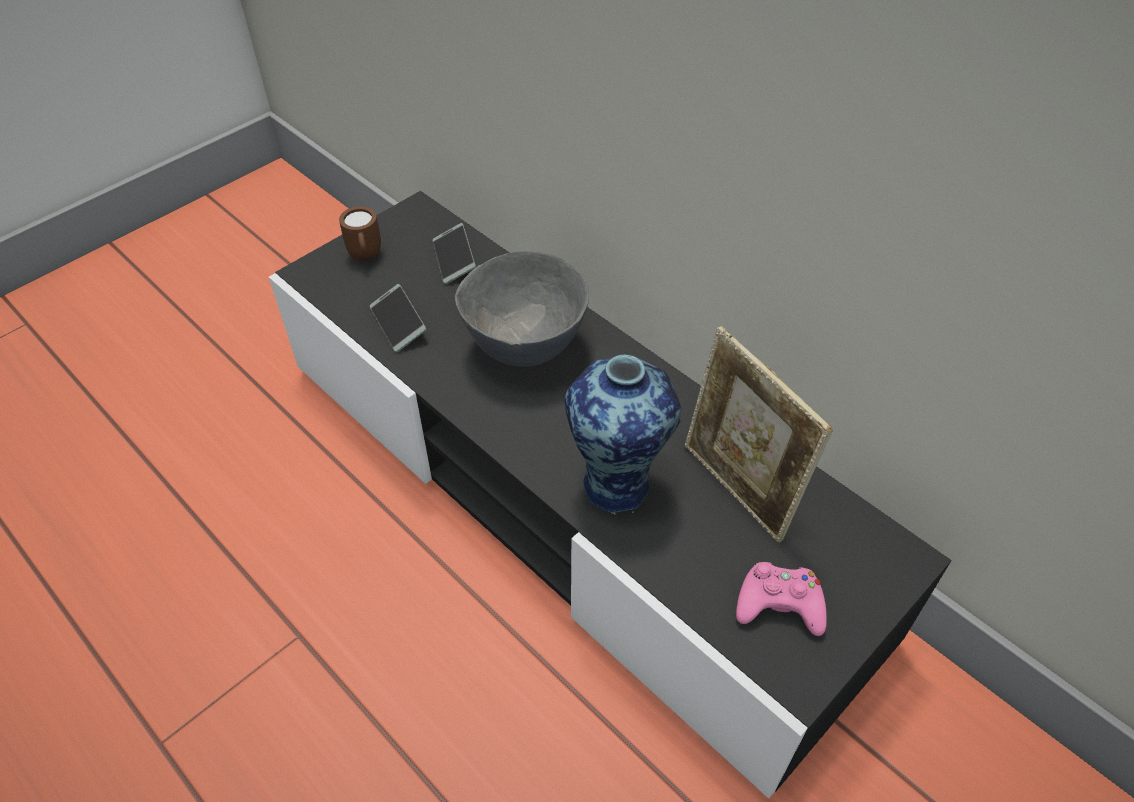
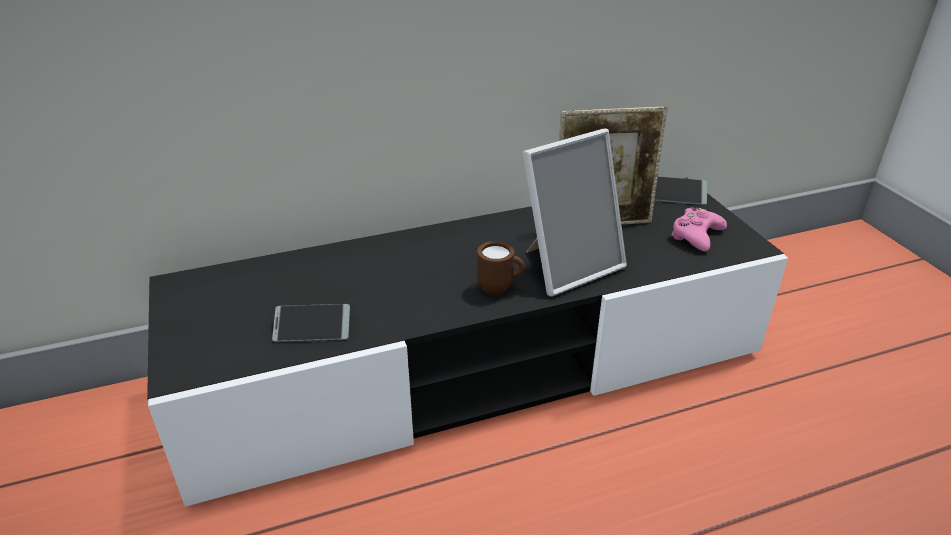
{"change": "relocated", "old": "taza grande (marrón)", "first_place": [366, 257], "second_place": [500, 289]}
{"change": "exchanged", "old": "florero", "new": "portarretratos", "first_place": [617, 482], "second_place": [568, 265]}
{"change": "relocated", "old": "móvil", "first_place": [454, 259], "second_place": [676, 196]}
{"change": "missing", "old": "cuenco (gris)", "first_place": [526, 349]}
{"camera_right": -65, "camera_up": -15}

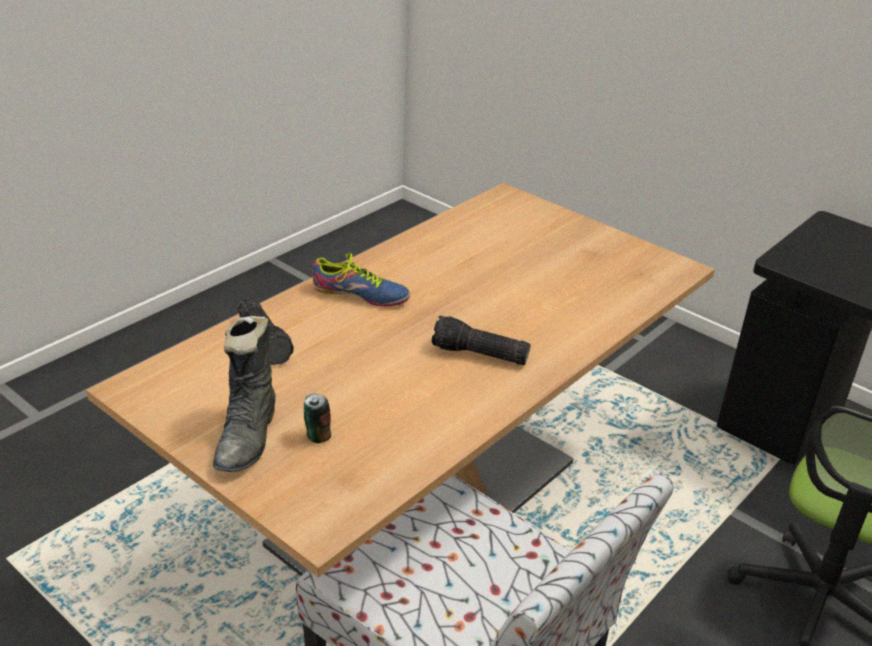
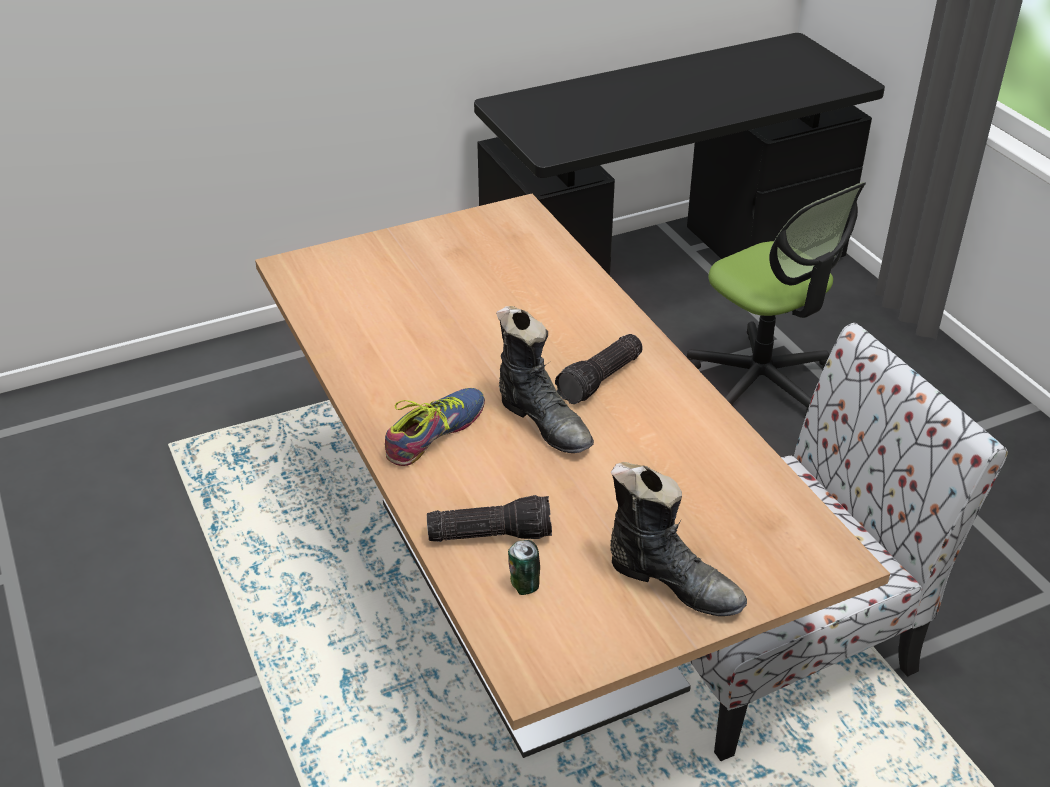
{"change": "appeared", "new": "bota (negro)", "second_place": [544, 423]}
{"change": "relocated", "old": "lata", "first_place": [317, 436], "second_place": [524, 586]}
{"camera_right": -65, "camera_up": 5}

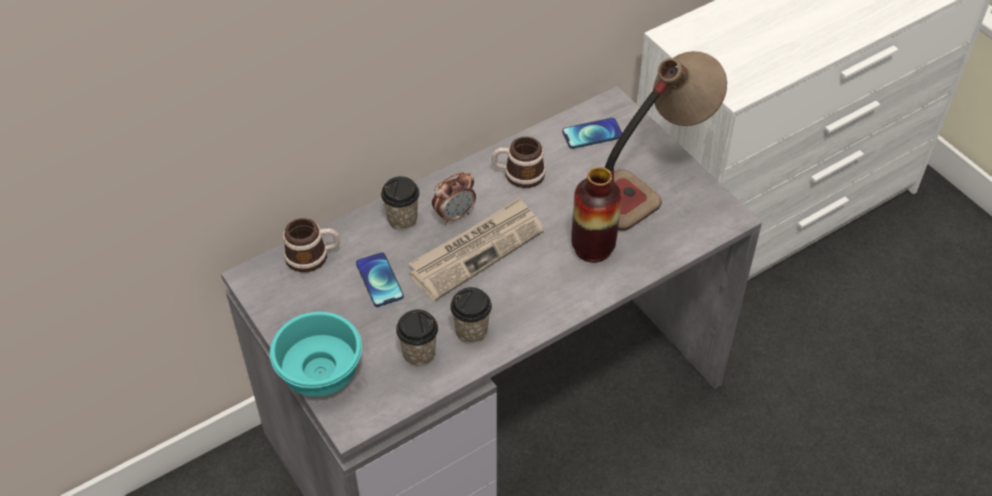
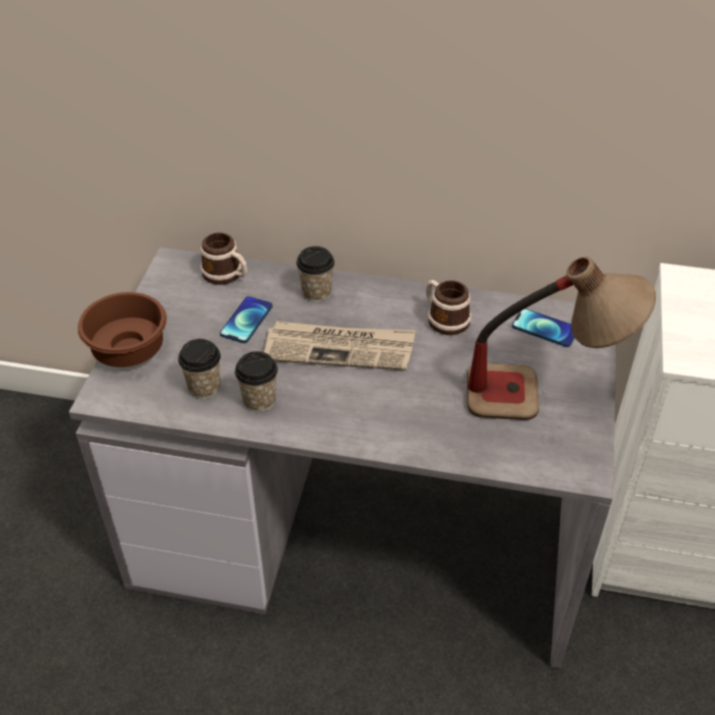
{"change": "colour", "old": "cuenco (turquesa)", "new": "cuenco (marrón)", "first_place": [323, 372], "second_place": [131, 351]}
{"change": "missing", "old": "despertador", "first_place": [454, 215]}
{"change": "missing", "old": "florero", "first_place": [593, 248]}
{"camera_right": 45, "camera_up": -5}

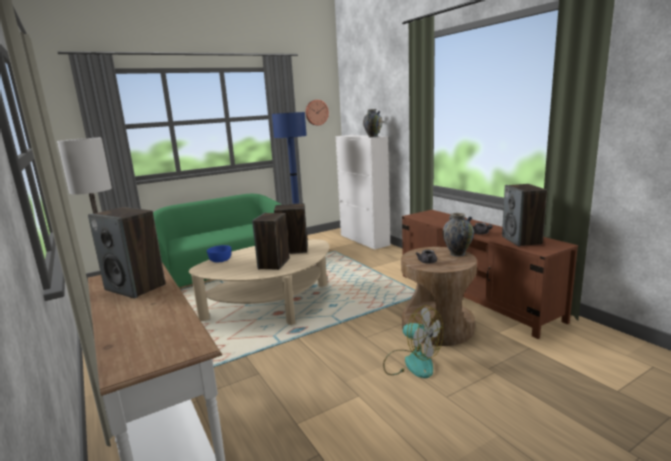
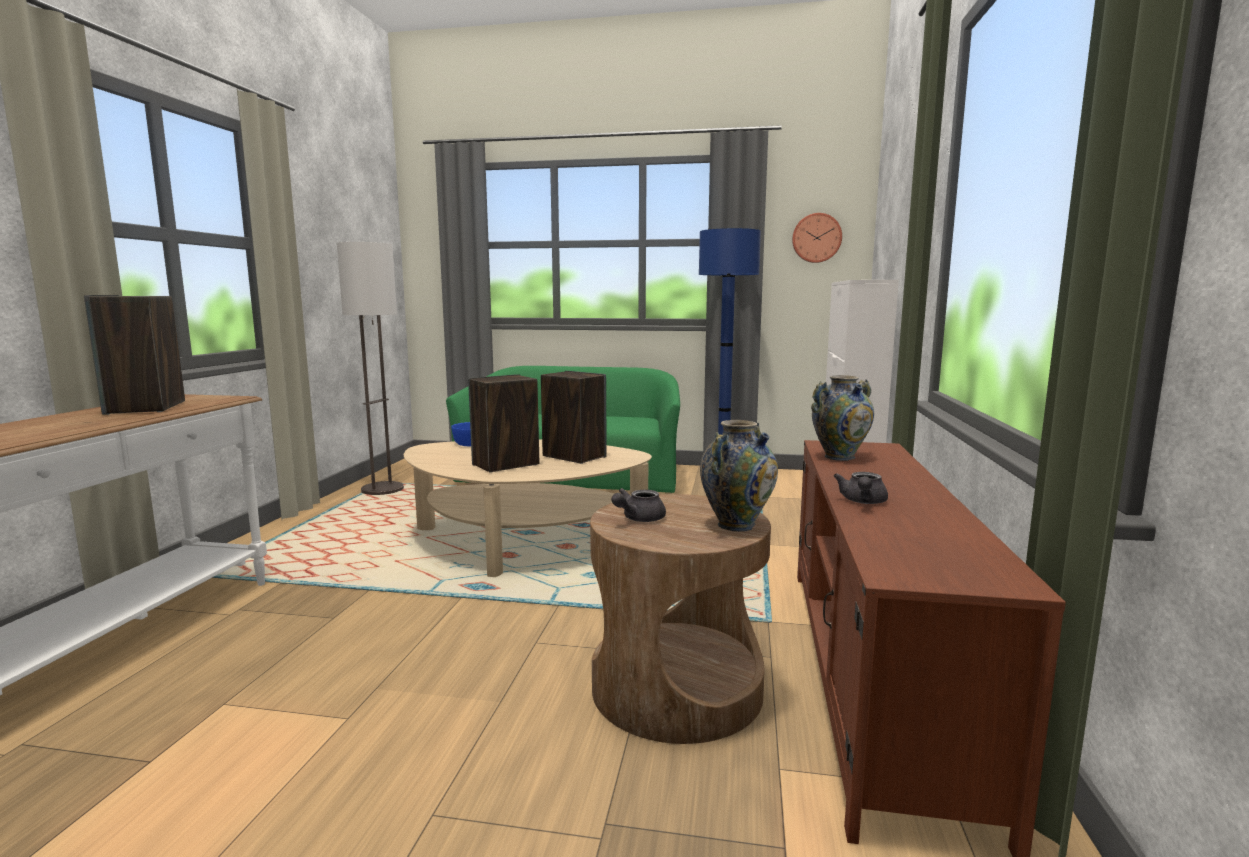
{"change": "relocated", "old": "florero", "first_place": [373, 137], "second_place": [839, 457]}
{"change": "missing", "old": "ventilador", "first_place": [411, 363]}
{"change": "missing", "old": "altavoz", "first_place": [522, 240]}
{"camera_right": 40, "camera_up": -5}

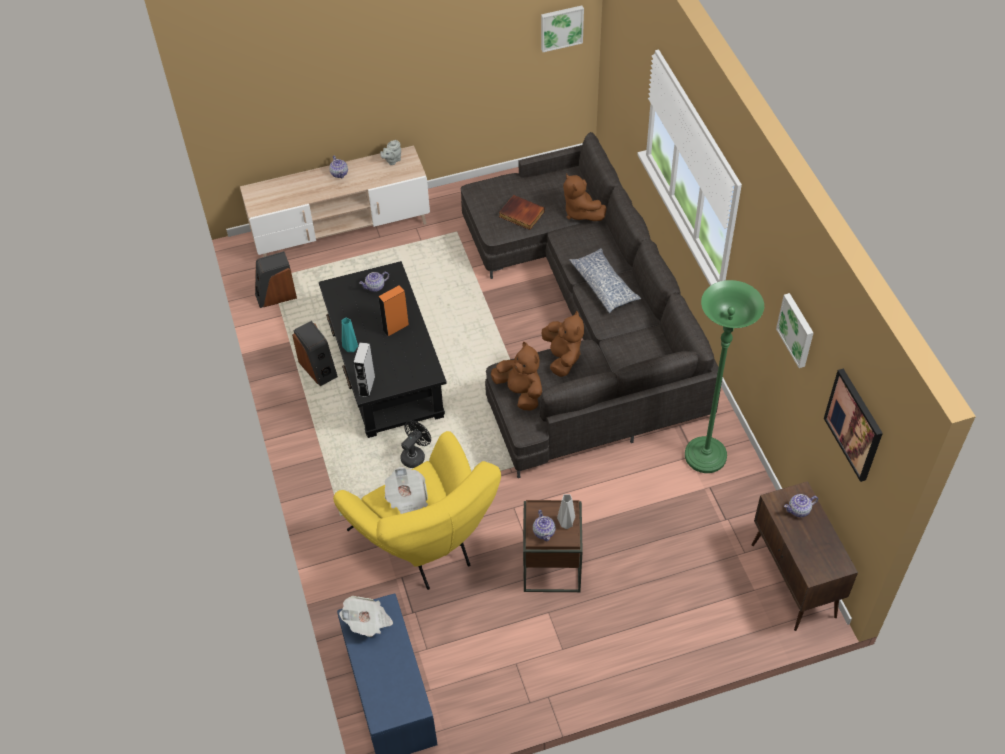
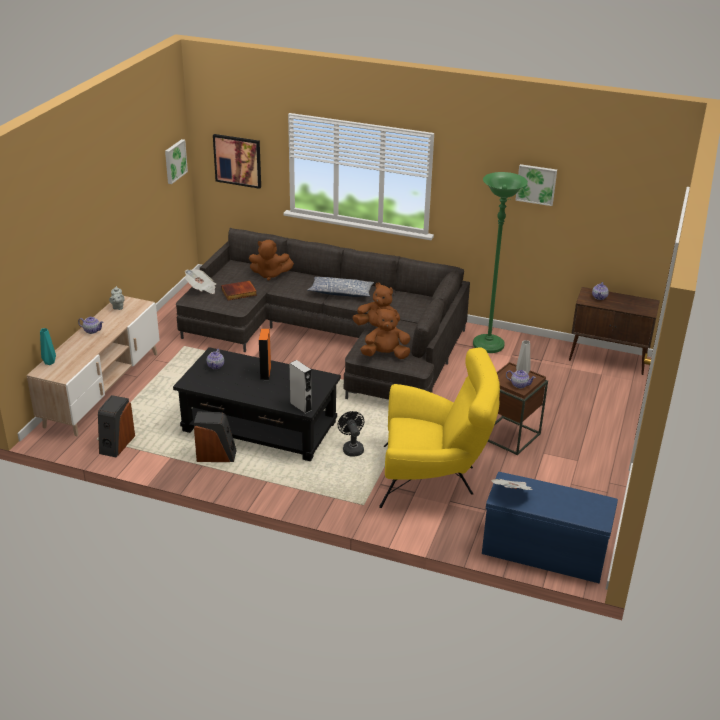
{"change": "relocated", "old": "florero (turquesa)", "first_place": [351, 349], "second_place": [50, 362]}
{"change": "relocated", "old": "periódico", "first_place": [407, 500], "second_place": [201, 289]}
{"change": "relocated", "old": "cuadro", "first_place": [854, 424], "second_place": [237, 160]}
{"camera_right": -55, "camera_up": -20}

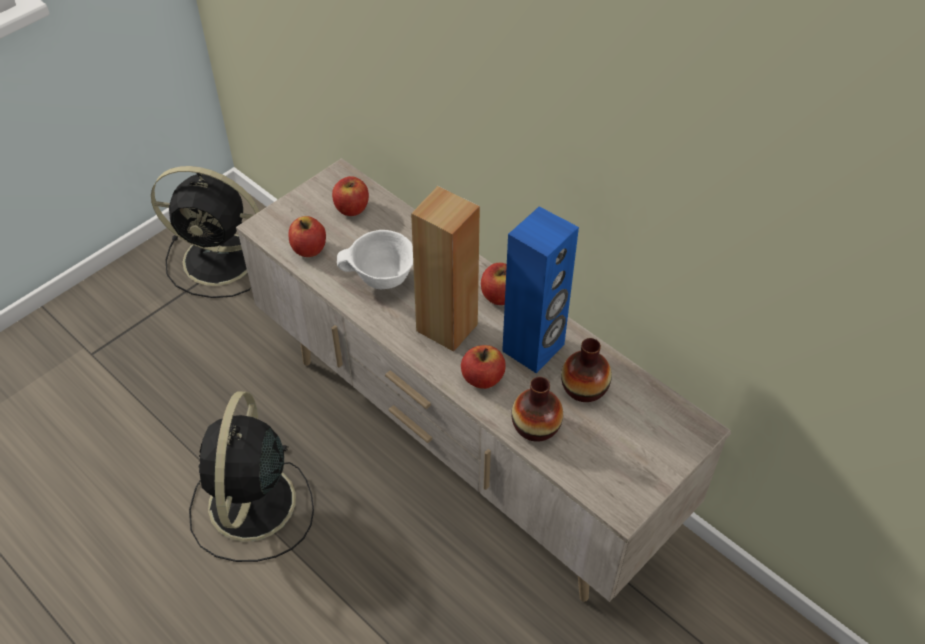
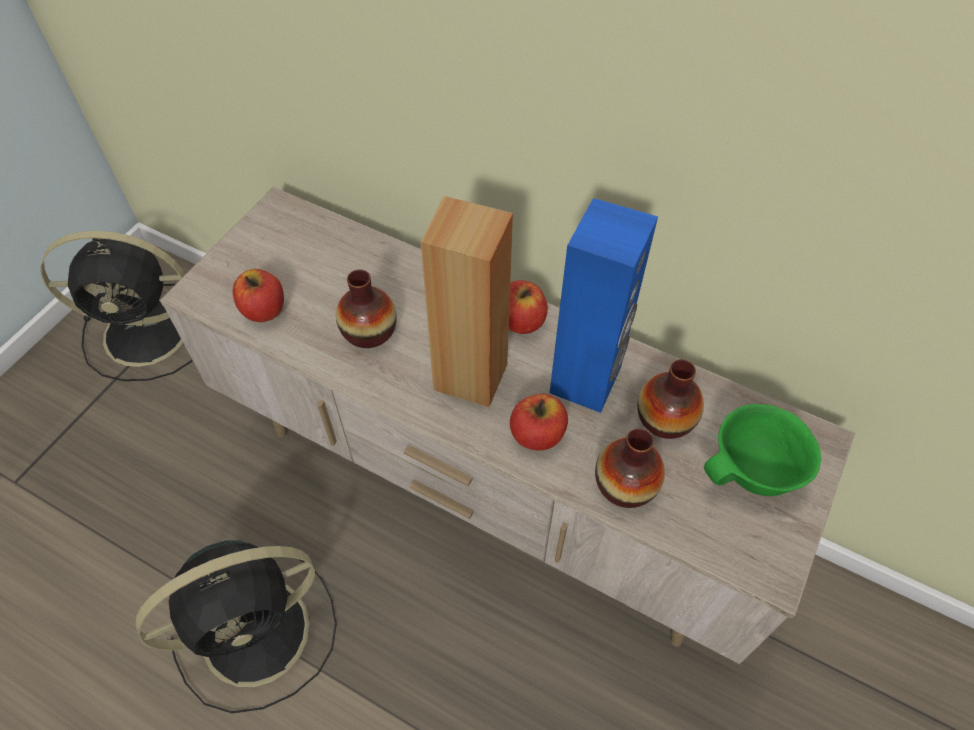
{"change": "spun", "old": "ventilador (negro)", "first_place": [251, 506], "second_place": [261, 629], "degrees": -105}
{"change": "exchanged", "old": "cuenco (blanco)", "new": "florero", "first_place": [382, 279], "second_place": [369, 331]}
{"change": "appeared", "new": "cuenco (verde)", "second_place": [752, 474]}
{"change": "missing", "old": "manzana", "first_place": [351, 208]}
{"camera_right": -15, "camera_up": 5}

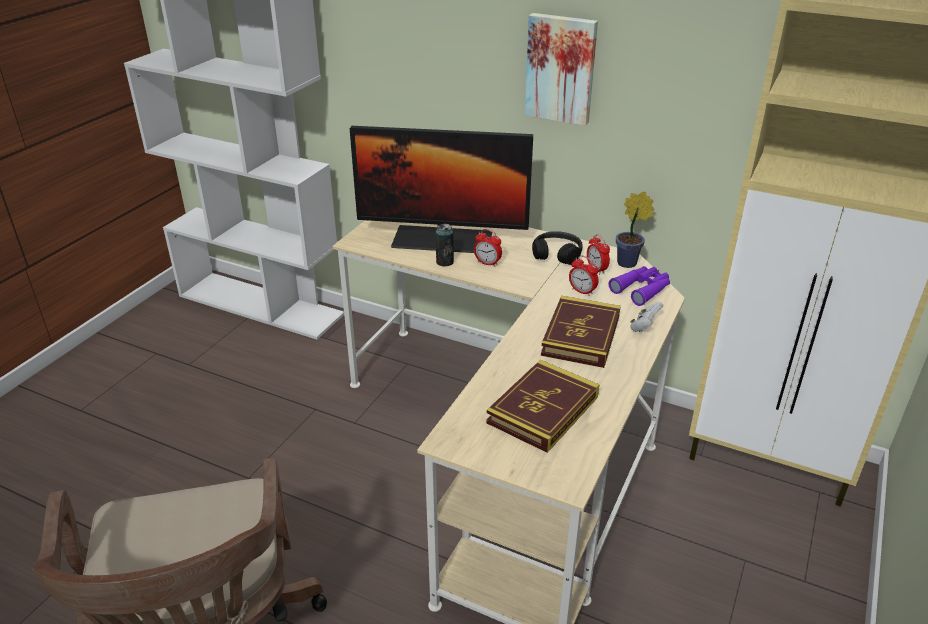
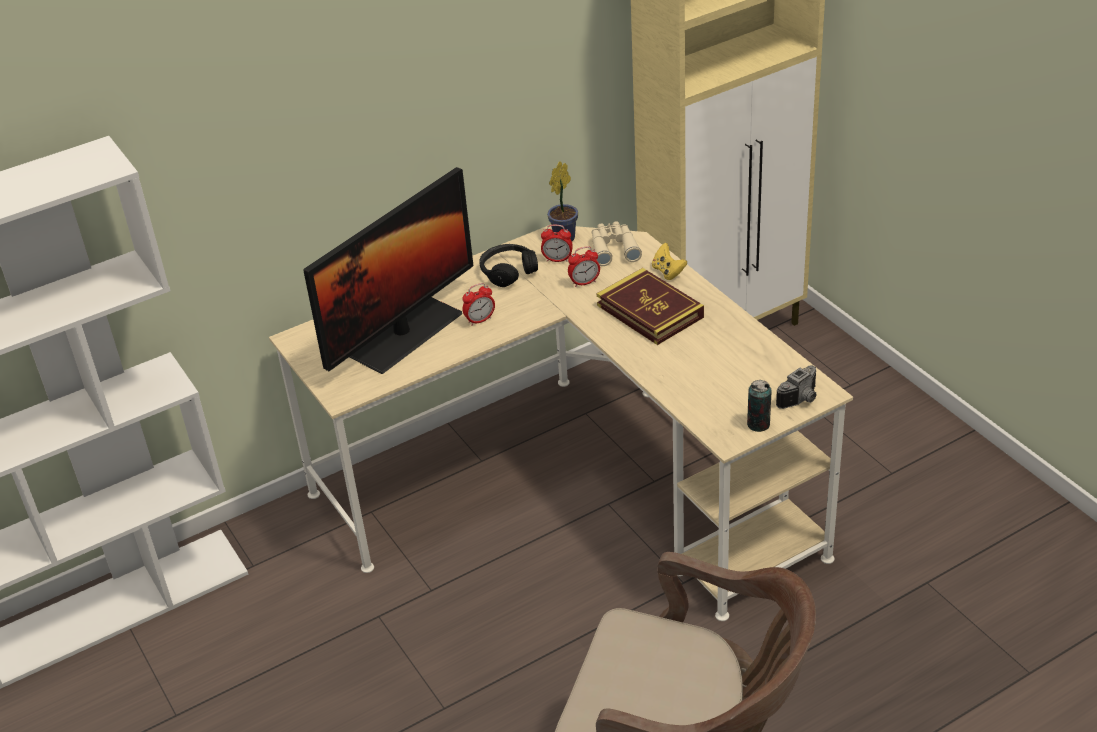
{"change": "colour", "old": "prismáticos (morado)", "new": "prismáticos (beis)", "first_place": [642, 289], "second_place": [613, 248]}
{"change": "colour", "old": "mando de consola (blanco)", "new": "mando de consola (amarillo)", "first_place": [644, 327], "second_place": [668, 272]}
{"change": "relocated", "old": "lata", "first_place": [445, 262], "second_place": [758, 424]}
{"change": "appeared", "new": "cámara", "second_place": [802, 399]}
{"change": "missing", "old": "libro", "first_place": [543, 410]}
{"change": "missing", "old": "cuadro", "first_place": [561, 68]}
{"camera_right": -55, "camera_up": 5}

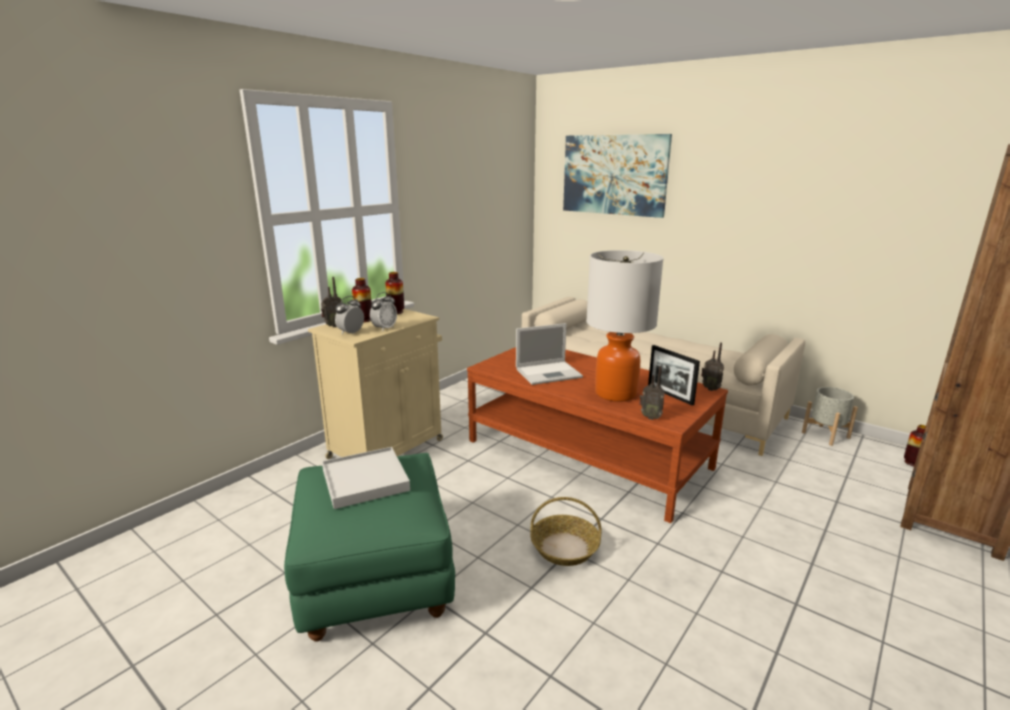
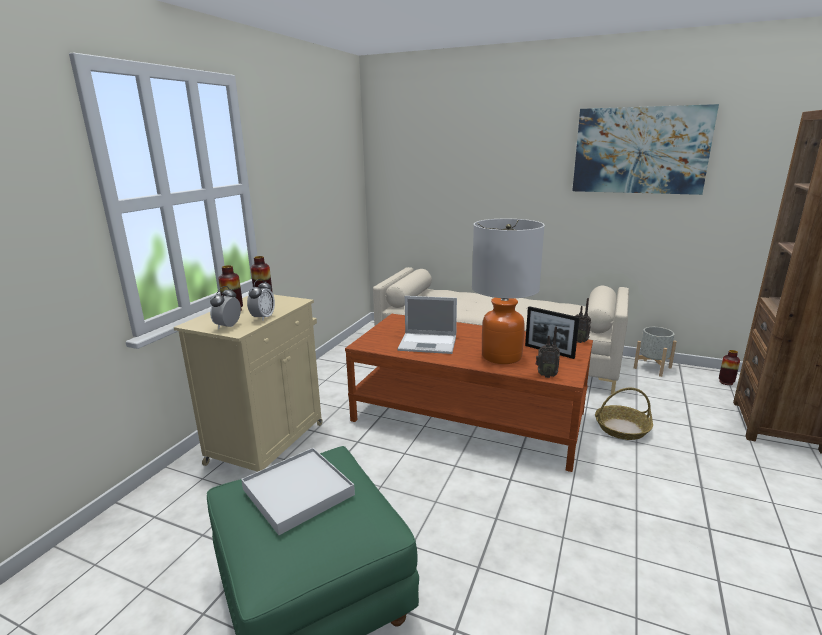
{"change": "spun", "old": "portátil", "first_place": [549, 373], "second_place": [429, 343], "degrees": 45}
{"change": "relocated", "old": "cuadro", "first_place": [614, 175], "second_place": [640, 150]}
{"change": "relocated", "old": "cesta", "first_place": [565, 548], "second_place": [622, 428]}
{"change": "missing", "old": "radio", "first_place": [333, 326]}
{"camera_right": -15, "camera_up": 0}

